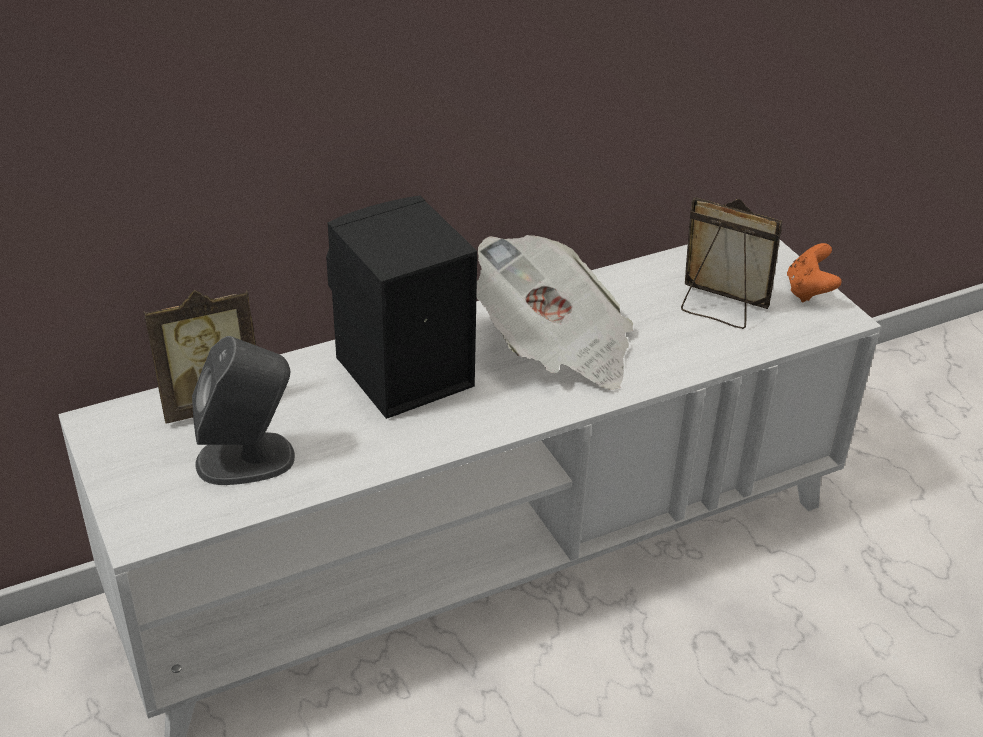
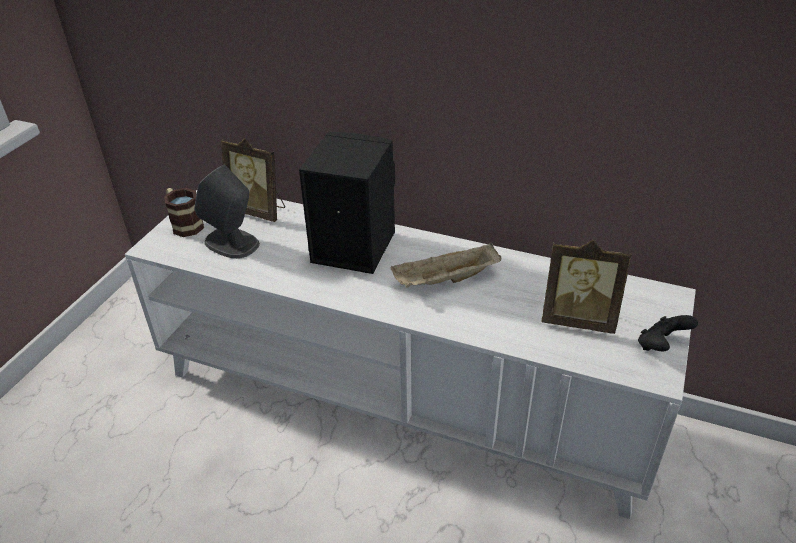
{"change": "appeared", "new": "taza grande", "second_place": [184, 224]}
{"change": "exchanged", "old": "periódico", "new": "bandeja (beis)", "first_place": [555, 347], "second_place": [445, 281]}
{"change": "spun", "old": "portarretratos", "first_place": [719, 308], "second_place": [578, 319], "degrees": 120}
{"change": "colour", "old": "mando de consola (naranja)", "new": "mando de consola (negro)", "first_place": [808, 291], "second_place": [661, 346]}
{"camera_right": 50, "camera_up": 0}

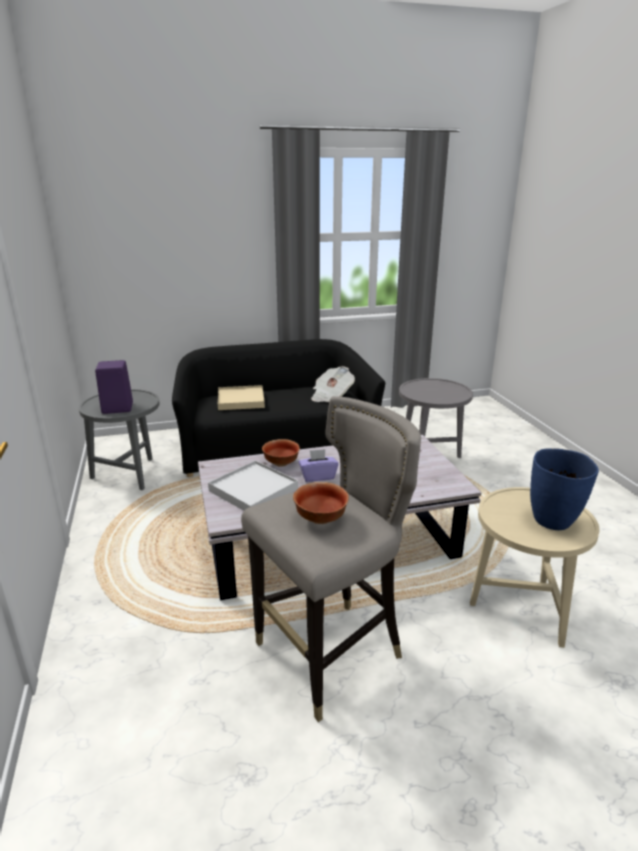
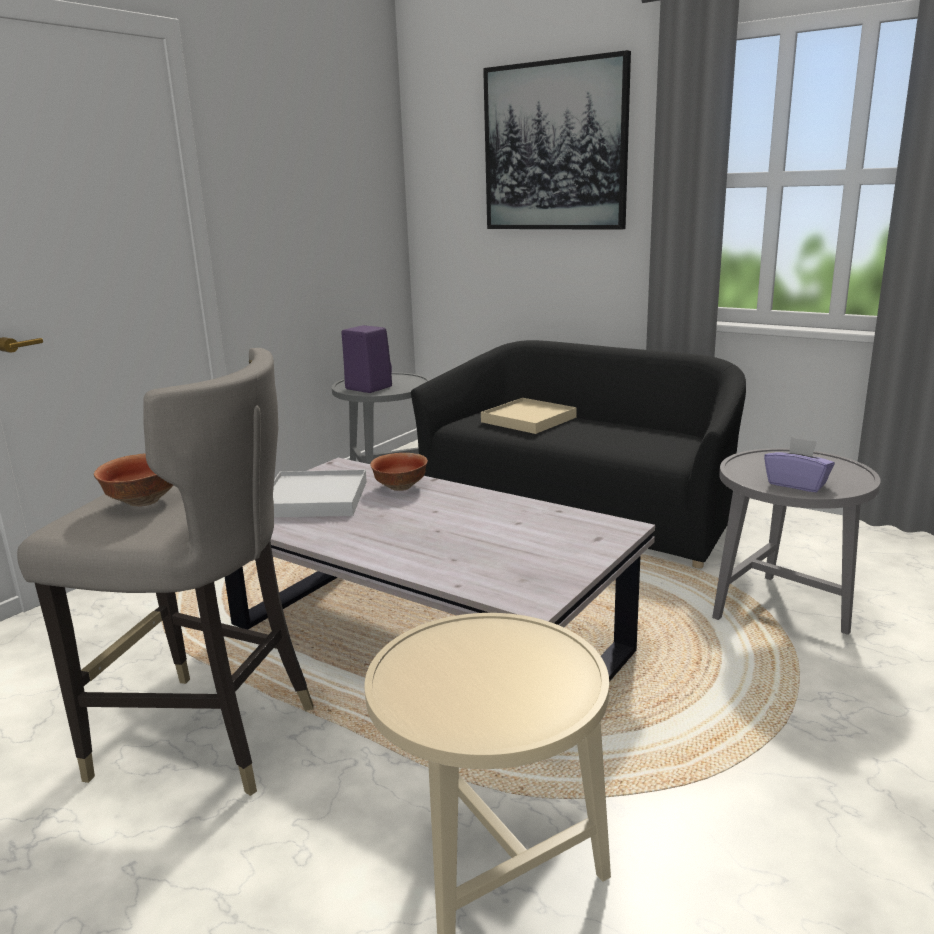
{"change": "appeared", "new": "cuadro", "second_place": [555, 147]}
{"change": "relocated", "old": "caja de pañuelos (morado)", "first_place": [318, 476], "second_place": [796, 484]}
{"change": "missing", "old": "periódico", "first_place": [331, 396]}
{"change": "missing", "old": "florero (azul)", "first_place": [553, 521]}
{"camera_right": 50, "camera_up": -5}

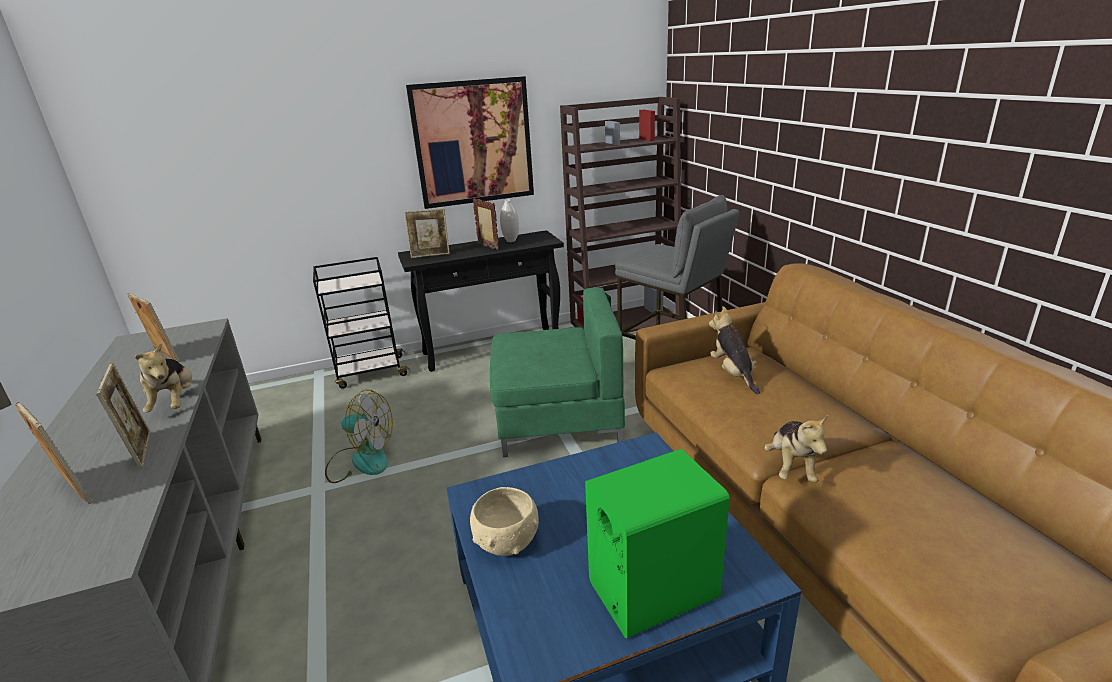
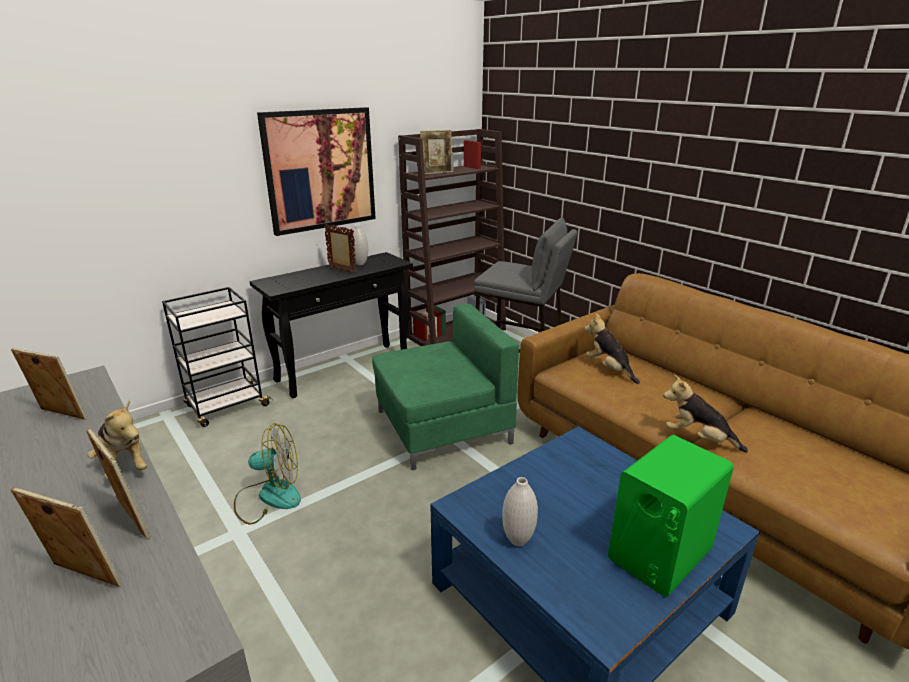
{"change": "relocated", "old": "portarretratos", "first_place": [431, 255], "second_place": [437, 173]}
{"change": "exchanged", "old": "cuenco (beis)", "new": "florero (blanco)", "first_place": [506, 541], "second_place": [518, 540]}
{"change": "spun", "old": "peluche", "first_place": [791, 467], "second_place": [698, 439], "degrees": 135}
{"camera_right": -20, "camera_up": 0}

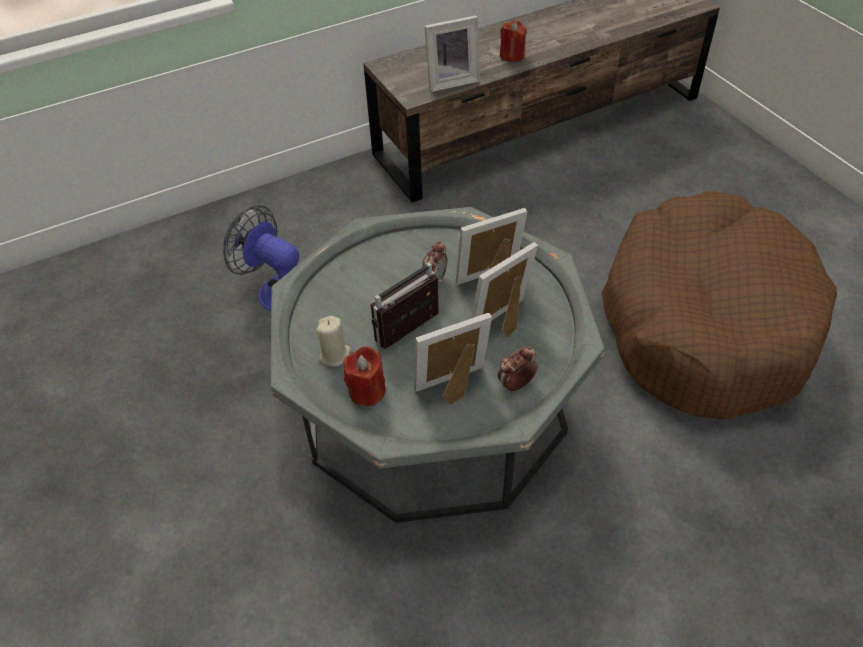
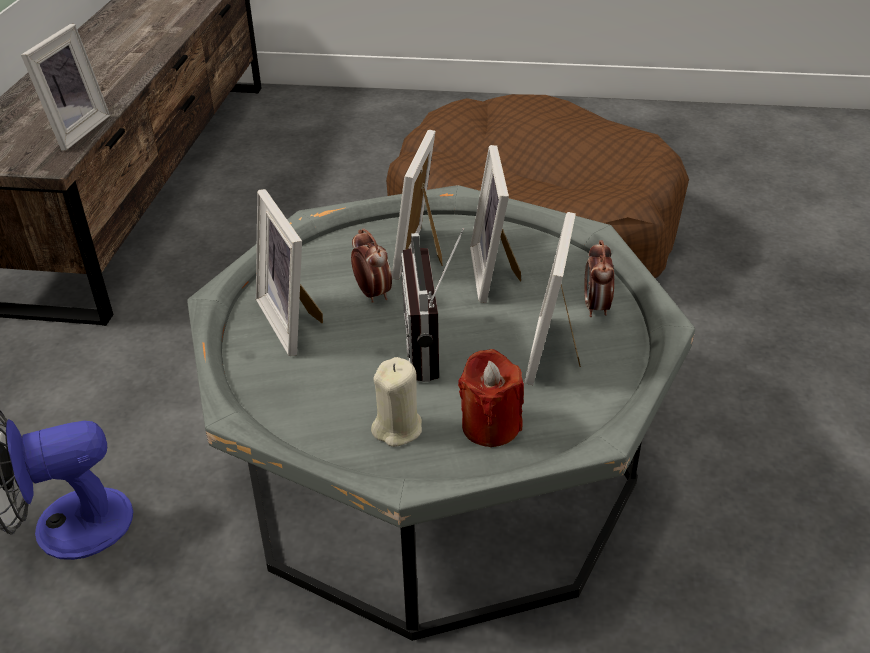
{"change": "appeared", "new": "portarretratos", "second_place": [294, 321]}
{"change": "missing", "old": "vela (rojo)", "first_place": [512, 55]}
{"camera_right": -55, "camera_up": -10}

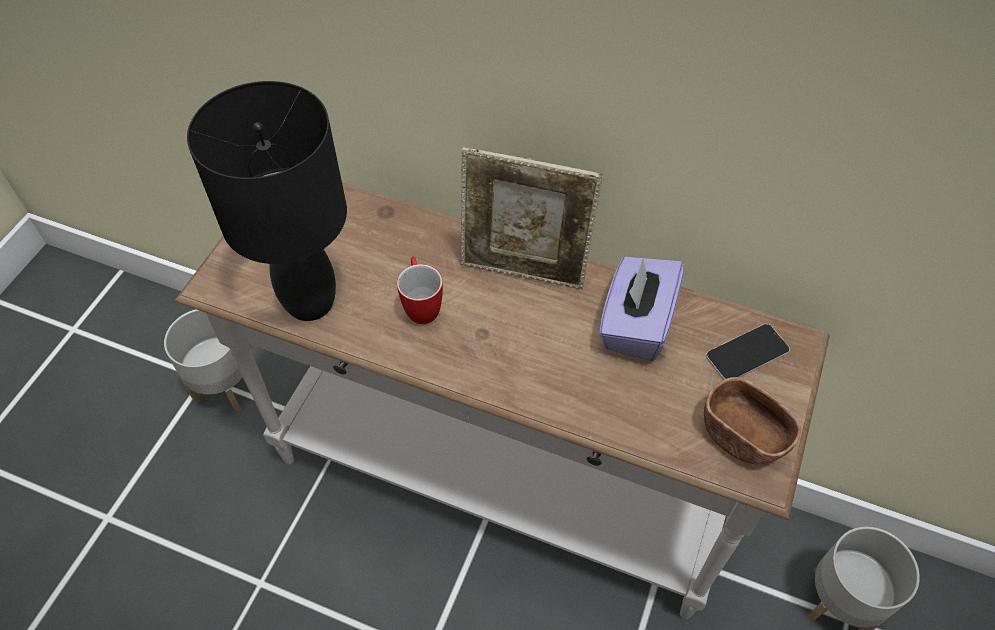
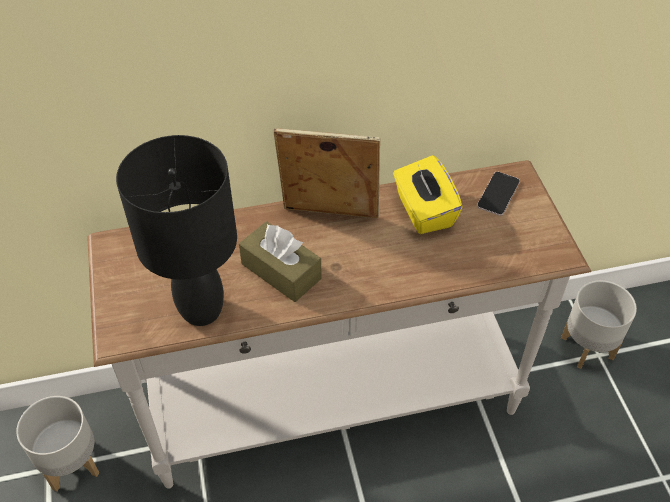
{"change": "exchanged", "old": "taza grande", "new": "caja de pañuelos (marrón)", "first_place": [421, 305], "second_place": [281, 271]}
{"change": "spun", "old": "portarretratos", "first_place": [524, 271], "second_place": [329, 216], "degrees": -150}
{"change": "colour", "old": "caja de pañuelos (morado)", "new": "caja de pañuelos (amarillo)", "first_place": [636, 324], "second_place": [423, 211]}
{"change": "missing", "old": "cuenco (marrón)", "first_place": [743, 435]}
{"camera_right": -35, "camera_up": -5}

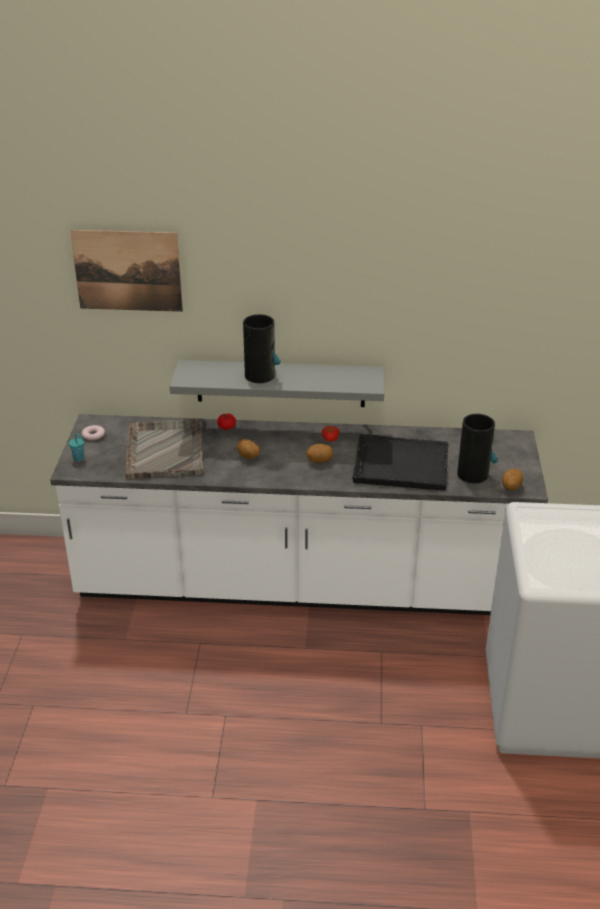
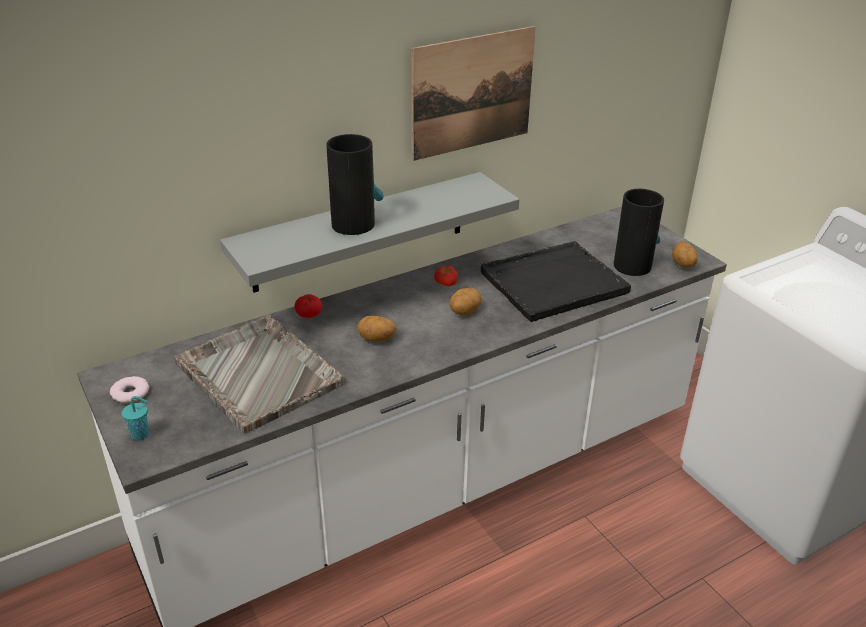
{"change": "relocated", "old": "cuadro", "first_place": [127, 271], "second_place": [473, 93]}
{"camera_right": -35, "camera_up": 0}

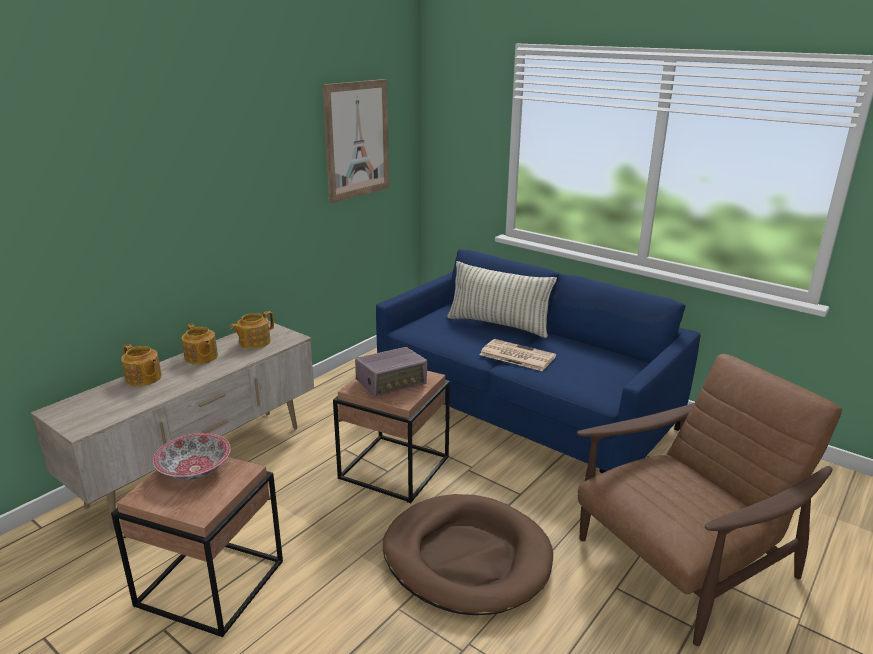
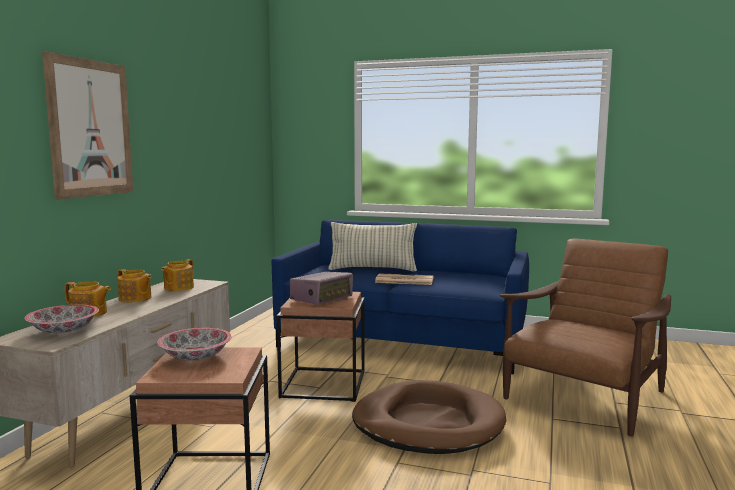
{"change": "appeared", "new": "cuenco", "second_place": [64, 330]}
{"change": "relocated", "old": "cuadro", "first_place": [357, 140], "second_place": [90, 128]}
{"camera_right": -20, "camera_up": -15}

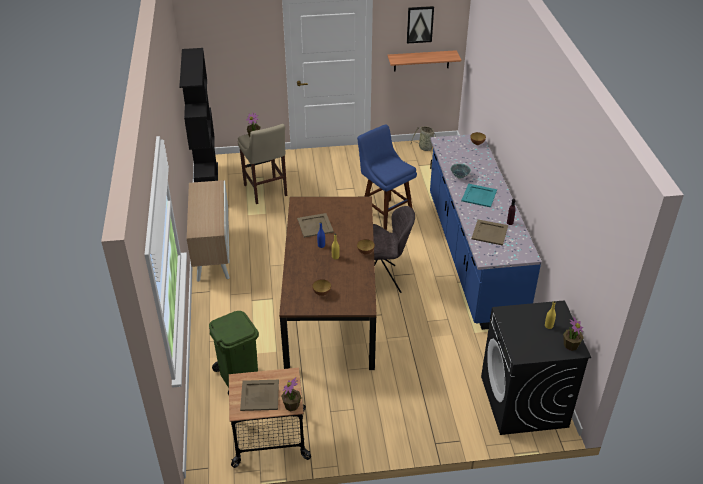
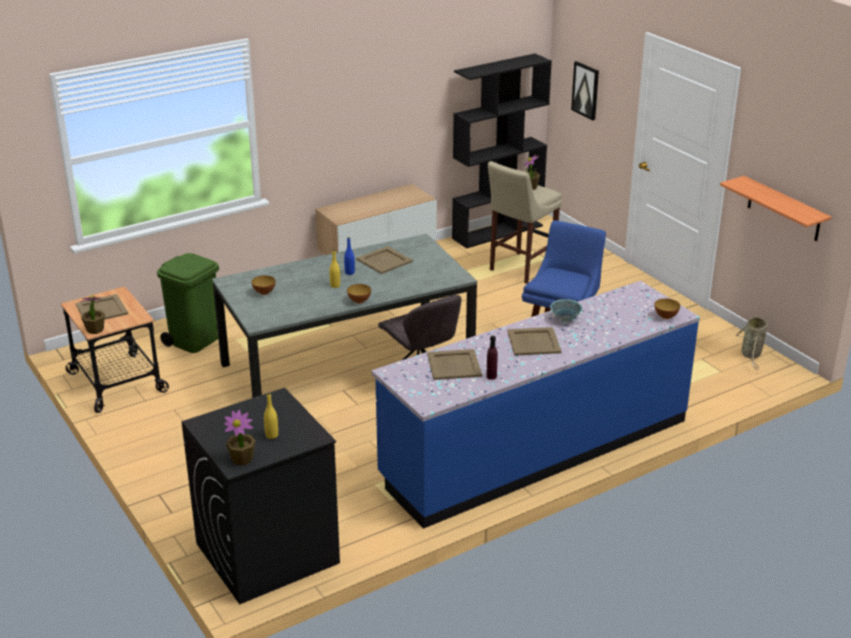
{"change": "colour", "old": "mesa de comedor (marrón)", "new": "mesa de comedor (gris)", "first_place": [330, 305], "second_place": [348, 364]}
{"change": "colour", "old": "bandeja (turquesa)", "new": "bandeja (beis)", "first_place": [478, 196], "second_place": [533, 341]}
{"change": "relocated", "old": "cuadro", "first_place": [420, 24], "second_place": [585, 90]}
{"camera_right": 65, "camera_up": -10}

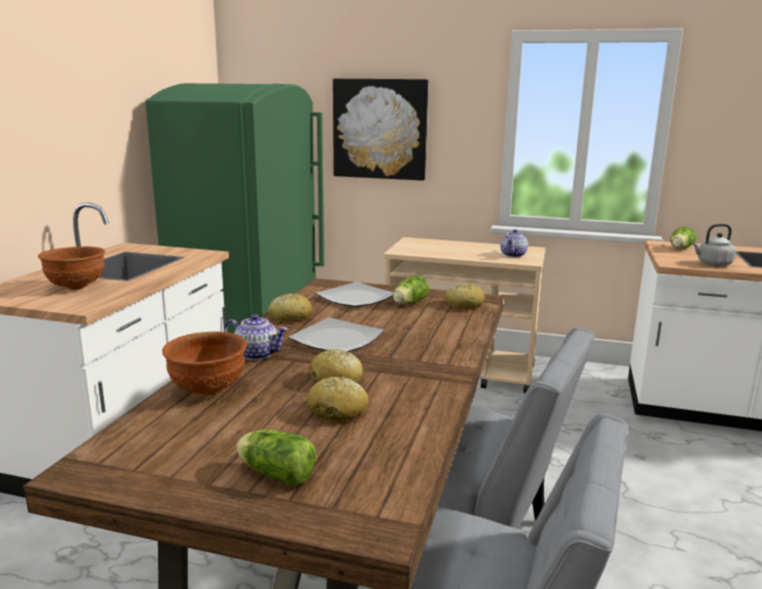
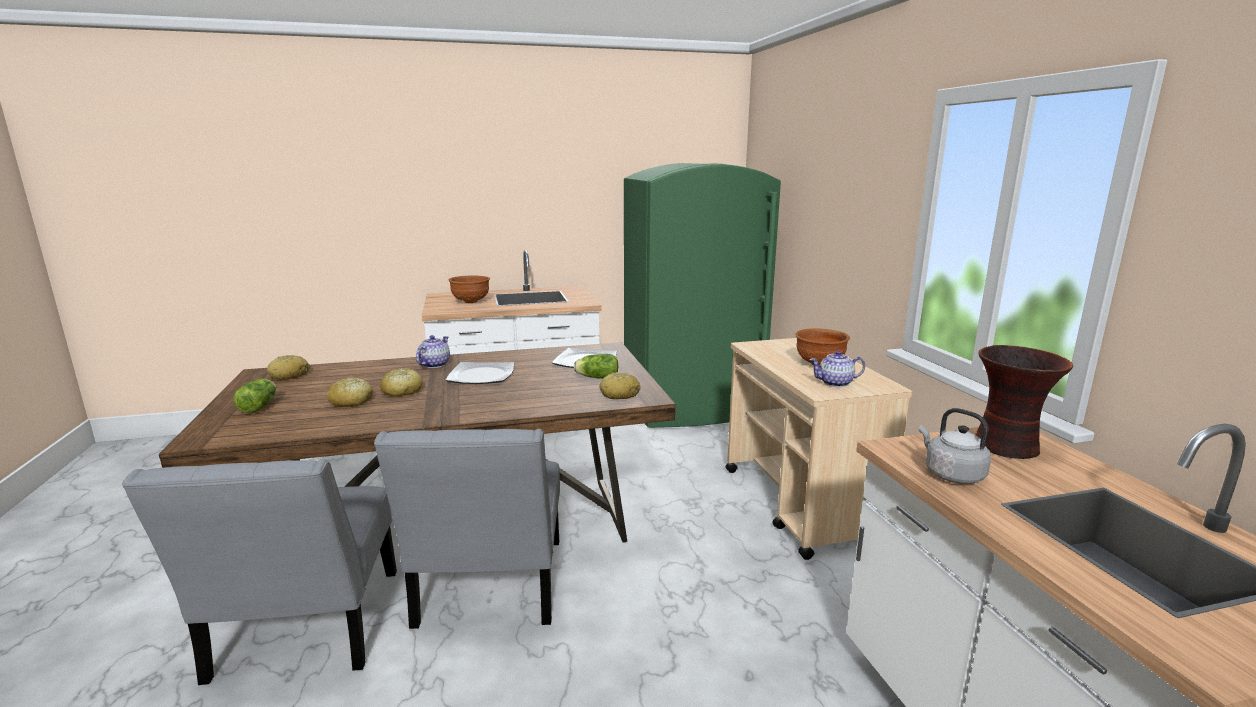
{"change": "relocated", "old": "pan", "first_place": [290, 317], "second_place": [289, 375]}
{"change": "spun", "old": "tetera", "first_place": [256, 354], "second_place": [434, 365], "degrees": -150}
{"change": "relocated", "old": "cuenco (marrón)", "first_place": [207, 390], "second_place": [819, 364]}
{"change": "exchanged", "old": "lechuga", "new": "florero", "first_place": [680, 249], "second_place": [1008, 447]}
{"change": "missing", "old": "cuadro", "first_place": [380, 129]}
{"camera_right": 60, "camera_up": 0}

